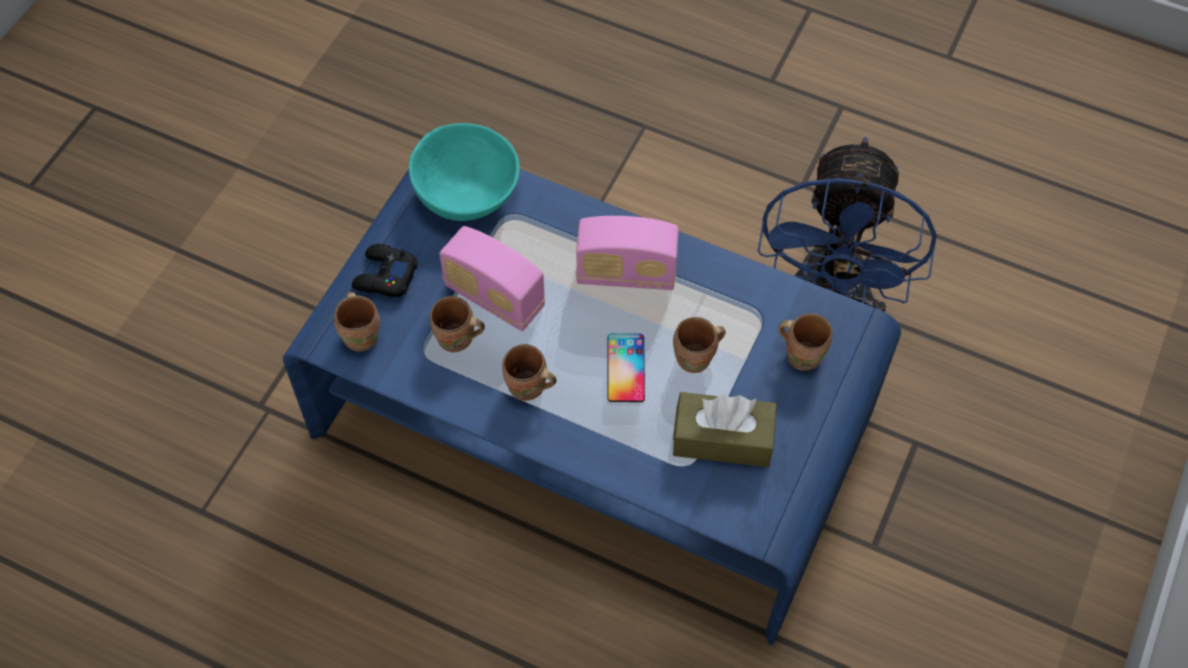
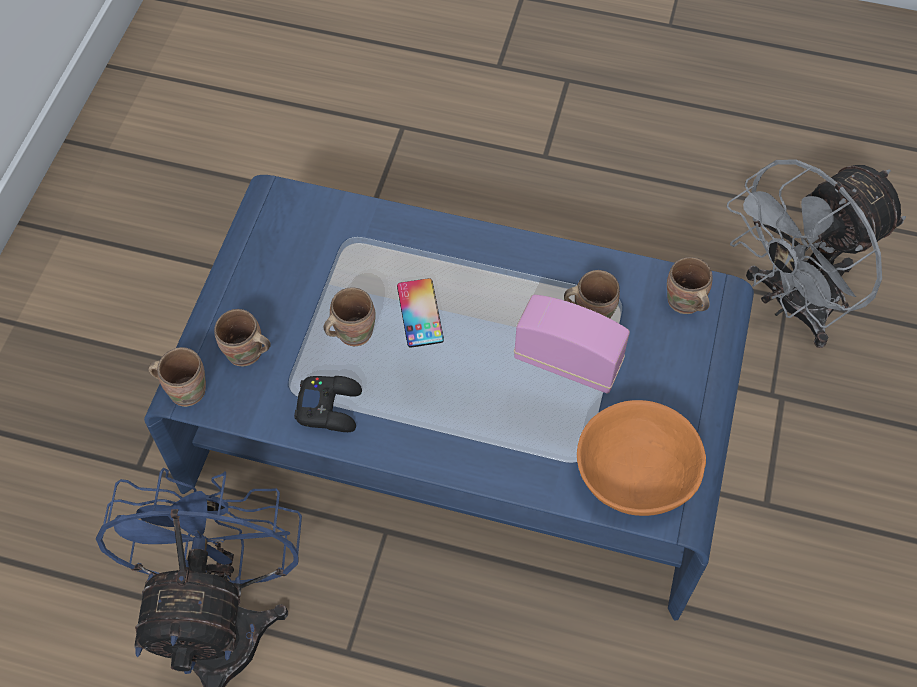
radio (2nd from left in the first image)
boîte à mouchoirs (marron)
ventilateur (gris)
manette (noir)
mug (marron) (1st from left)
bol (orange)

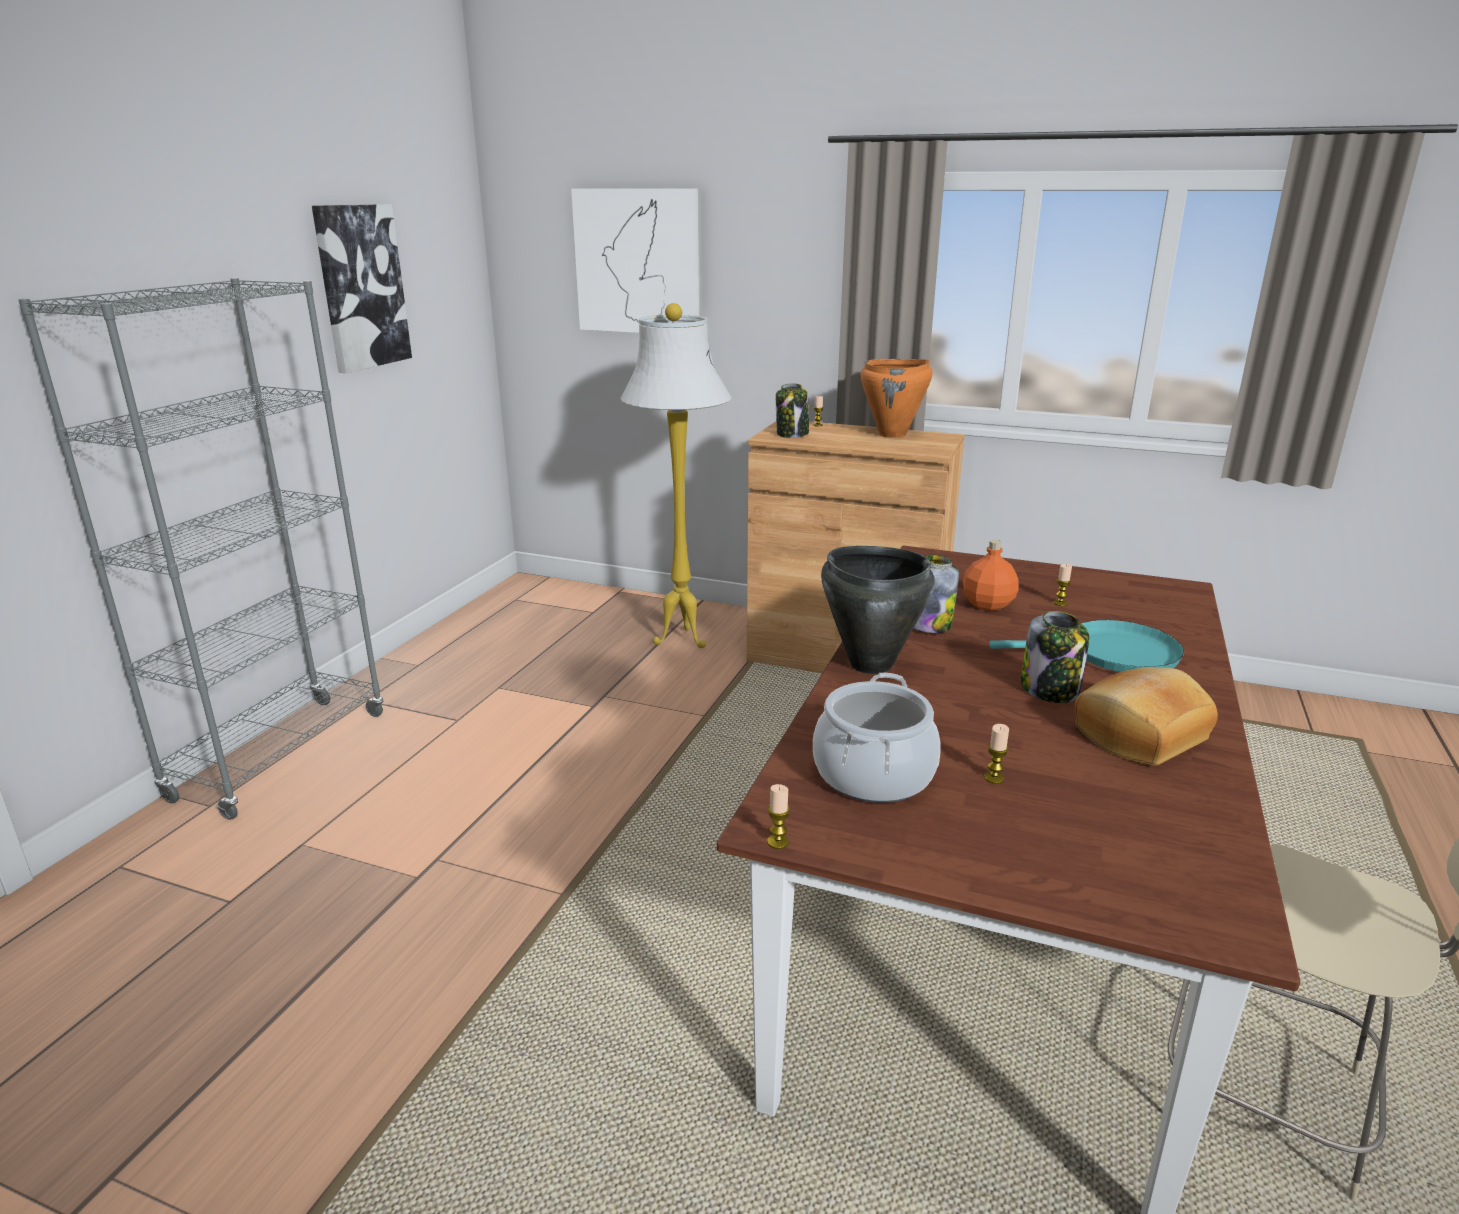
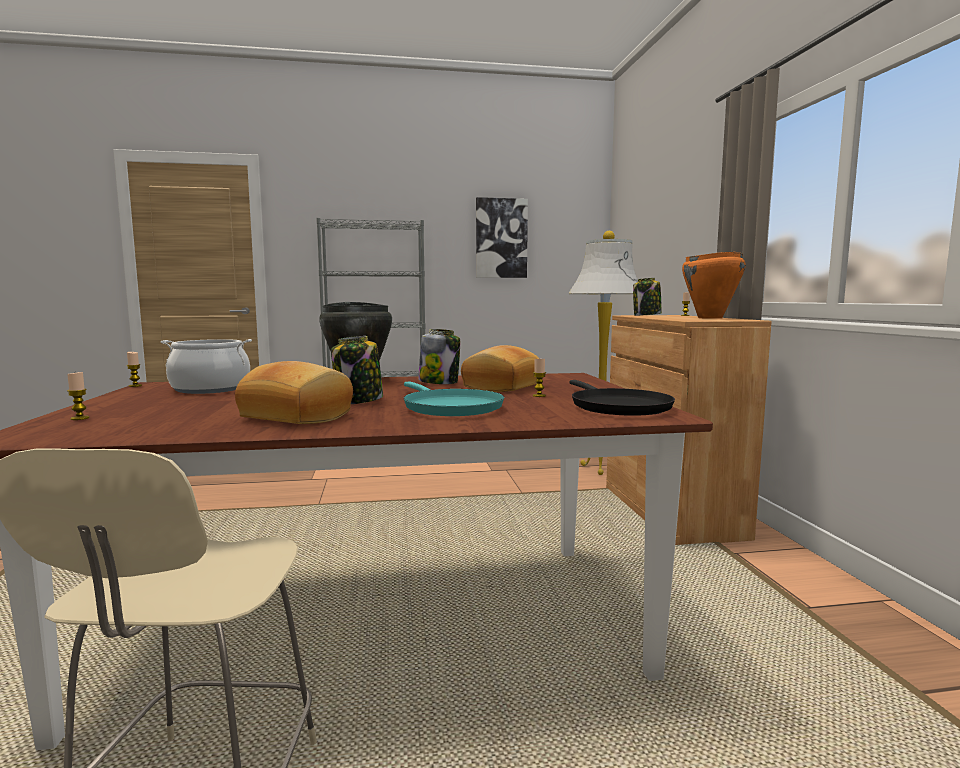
tableau (2nd from left in the first image)
poêle (noir)
bougie (1st from left)
pain (2nd from left)

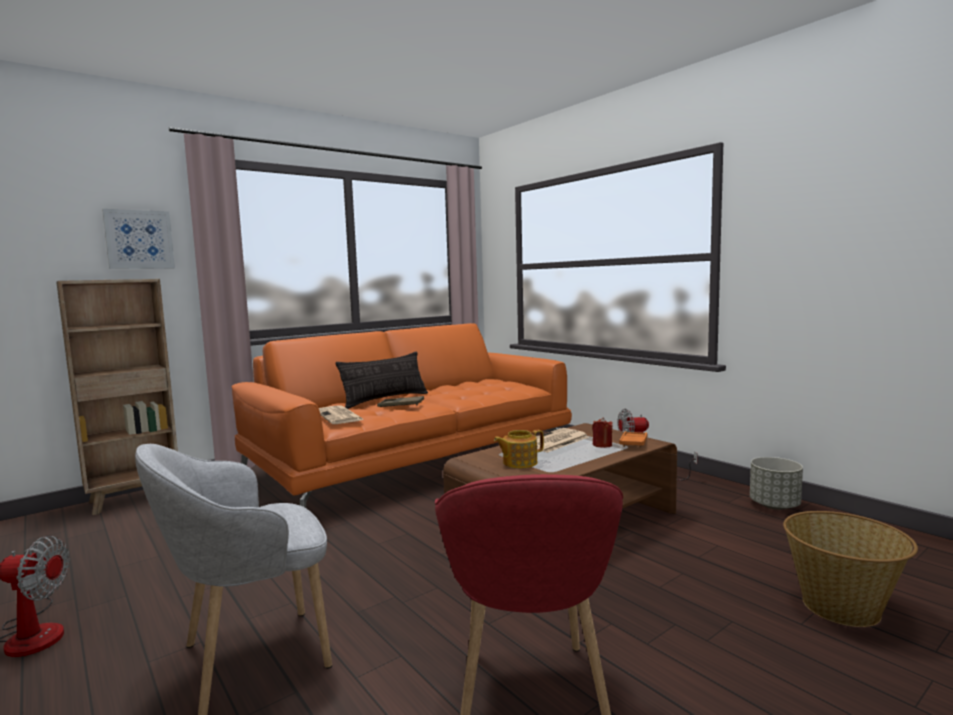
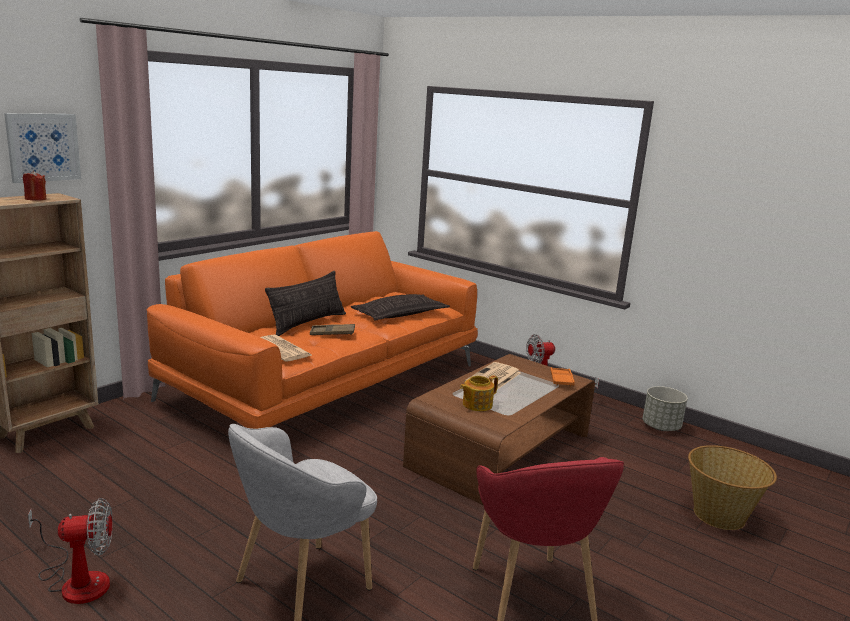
coussin (2nd from left)
bougie (rouge)

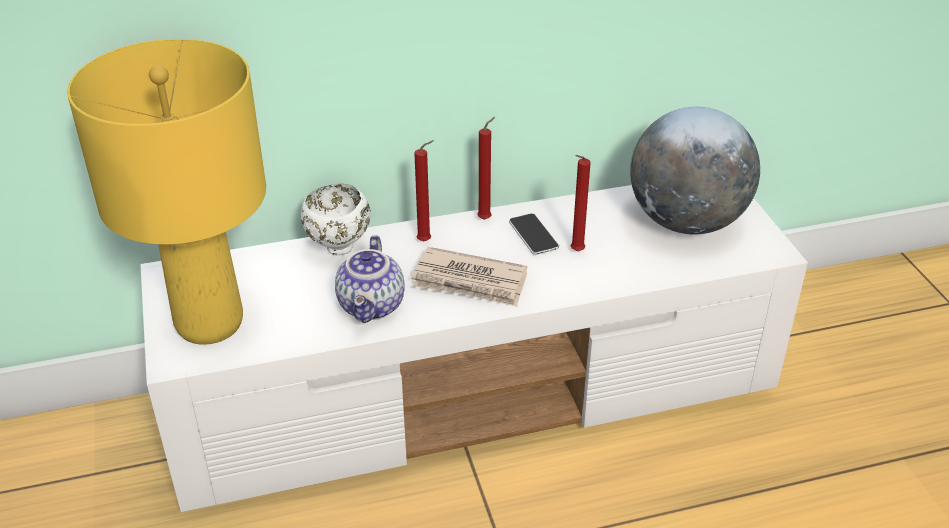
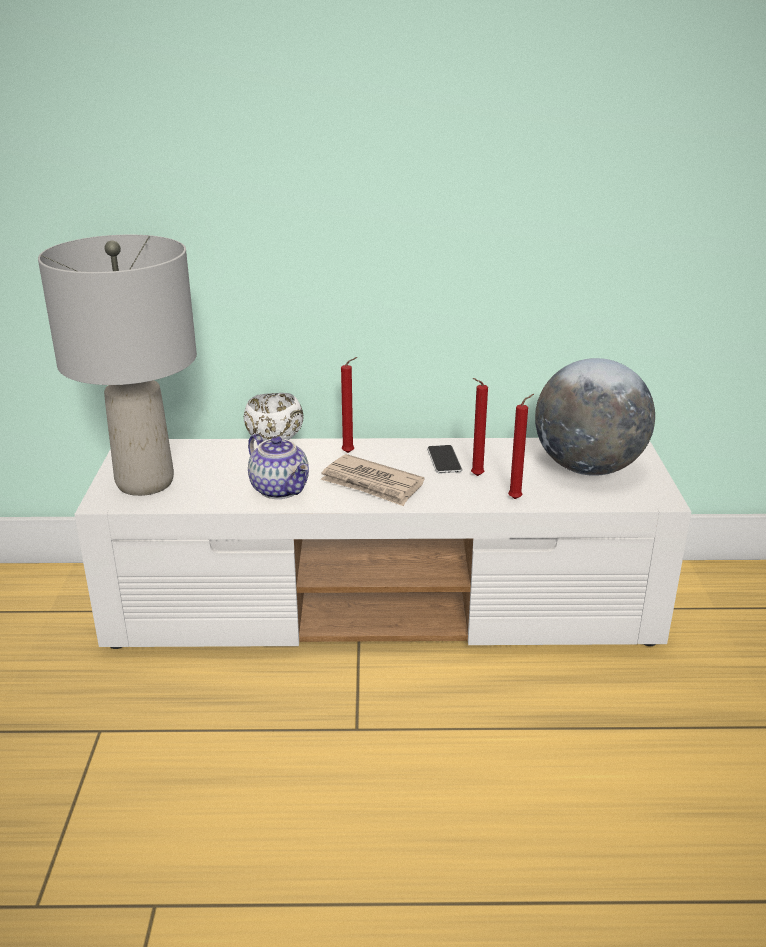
bougie (rouge) (3rd from left)
lampe de table (gris)
théière

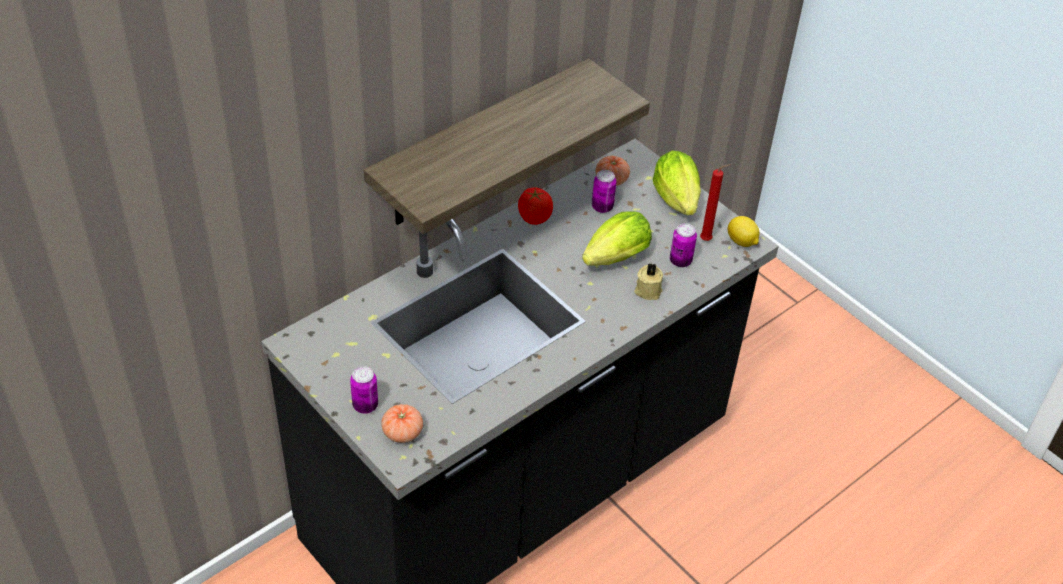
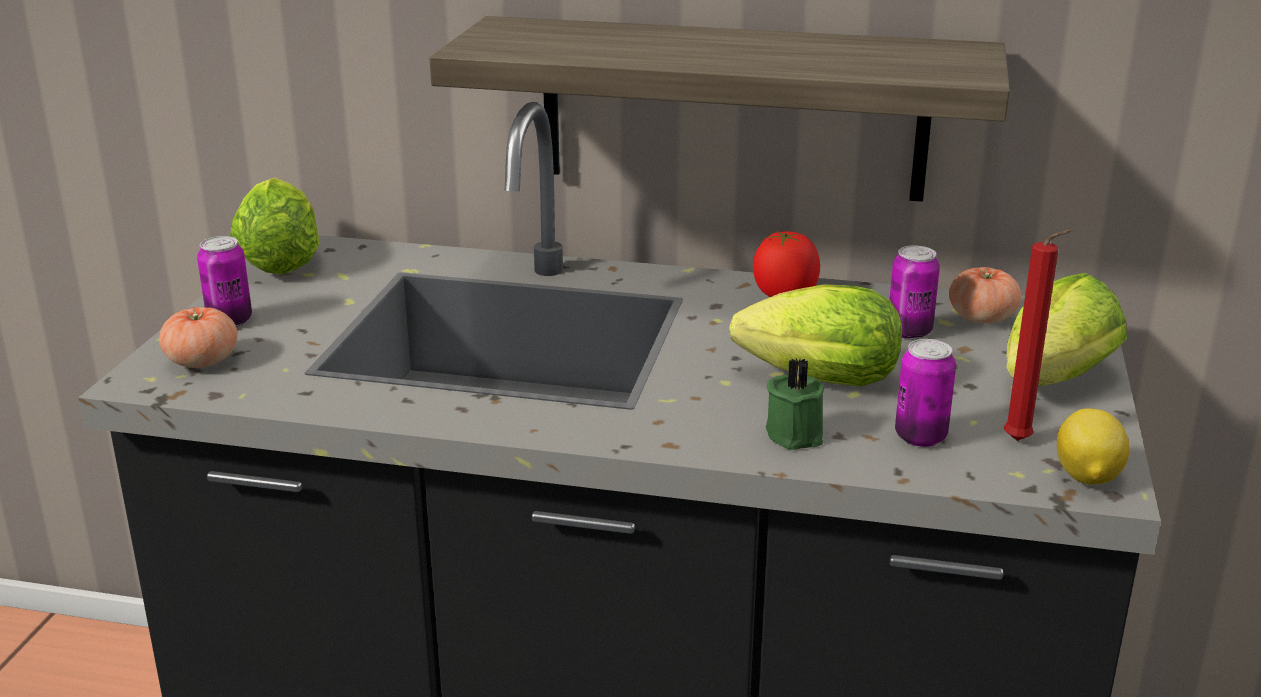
laitue (1st from left)
bougie (vert)

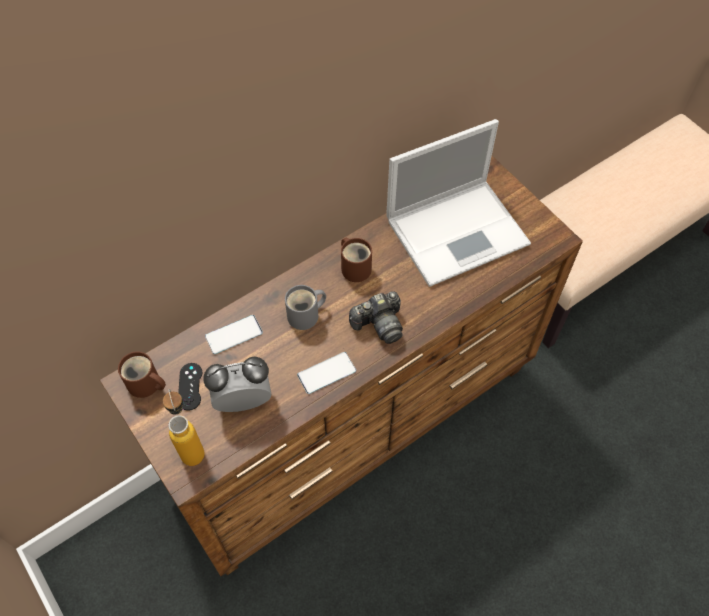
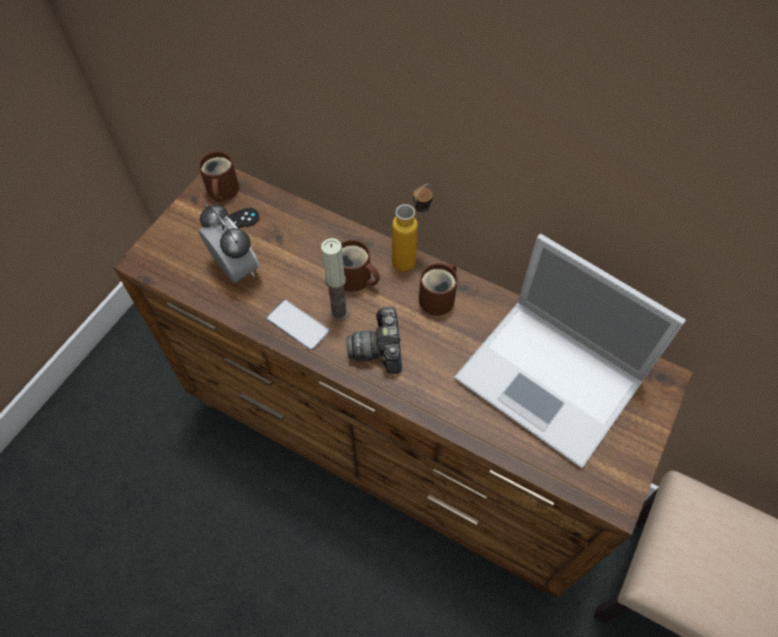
téléphone (1st from left in the first image)
bougie
bouteille
mug (marron) (2nd from left)
appareil photo

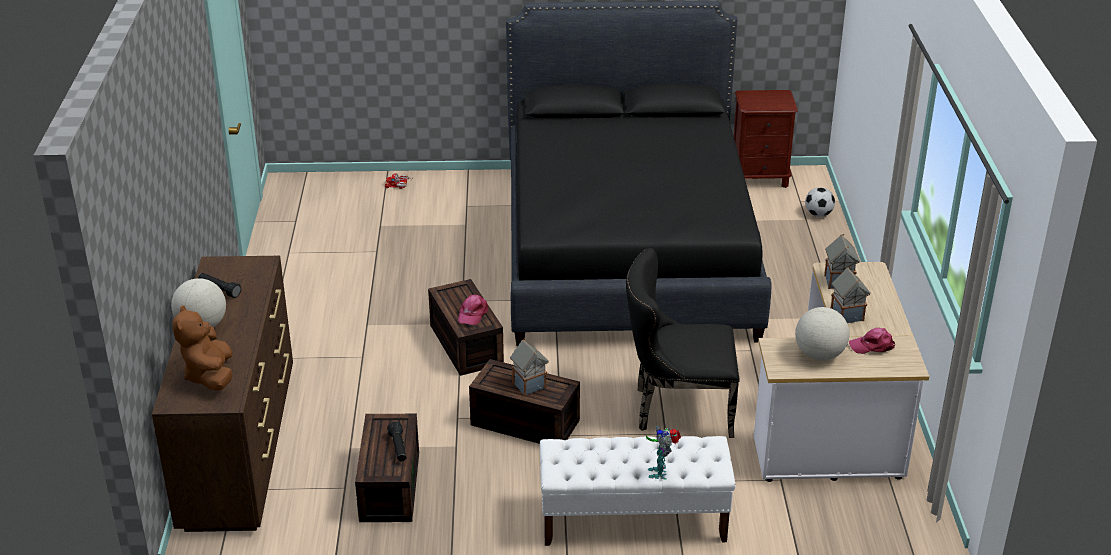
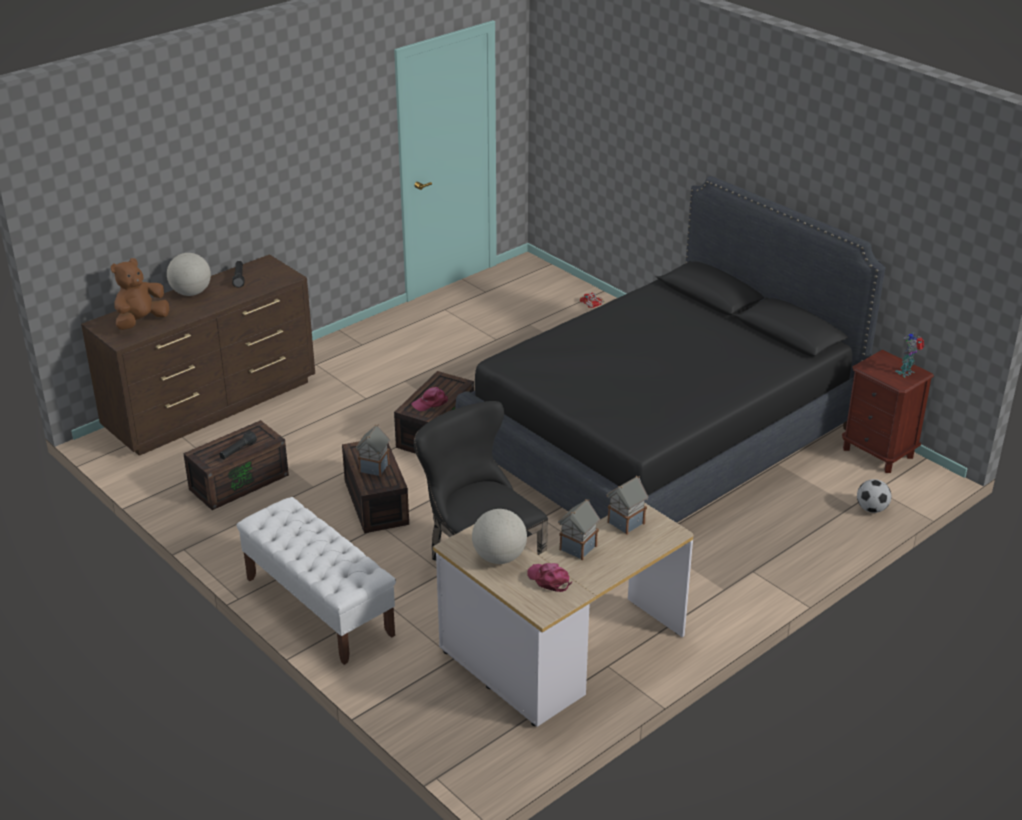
robot jouet

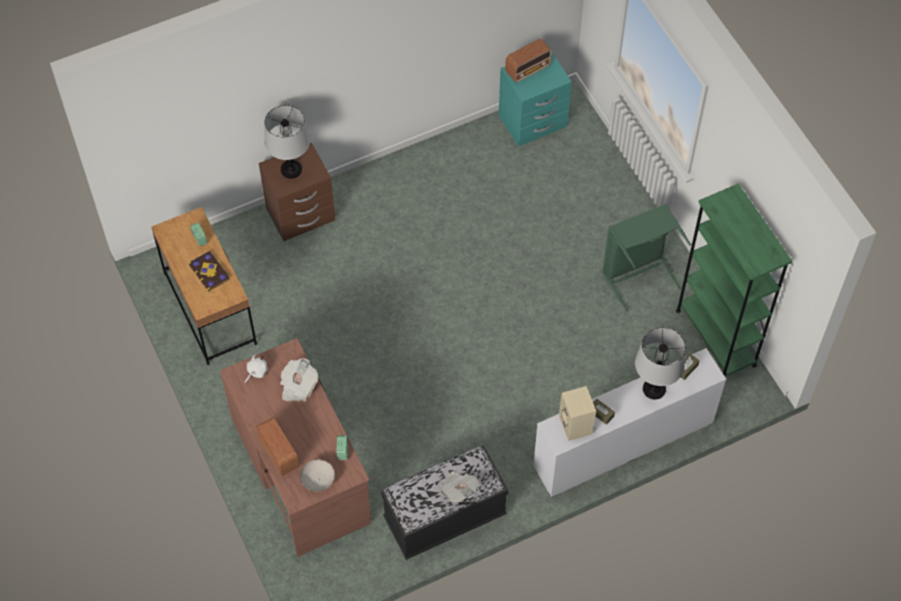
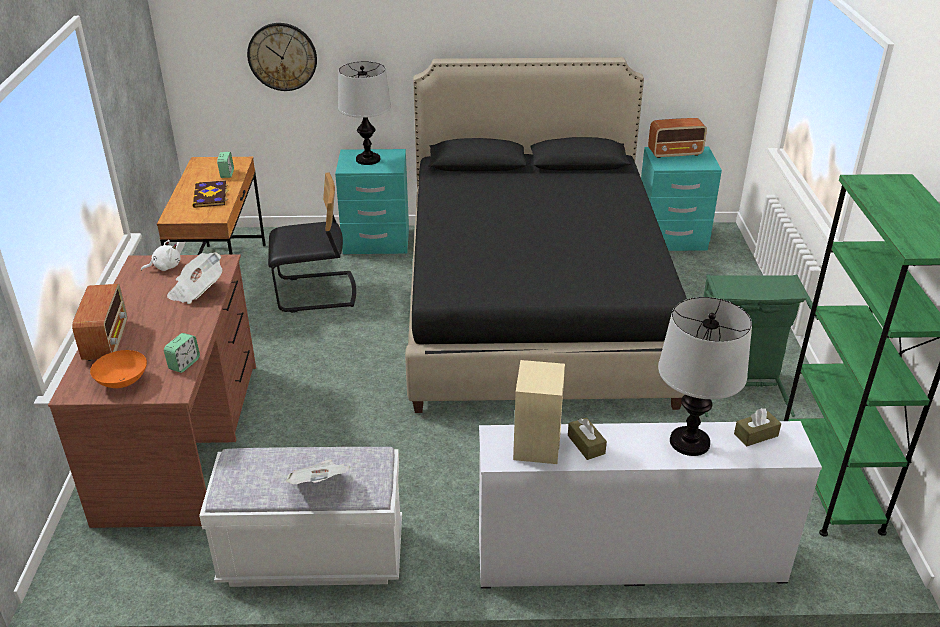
horloge murale
chaise (noir)
lit (noir)
table de chevet (turquoise) (1st from left)
bol (orange)
banc (blanc)

